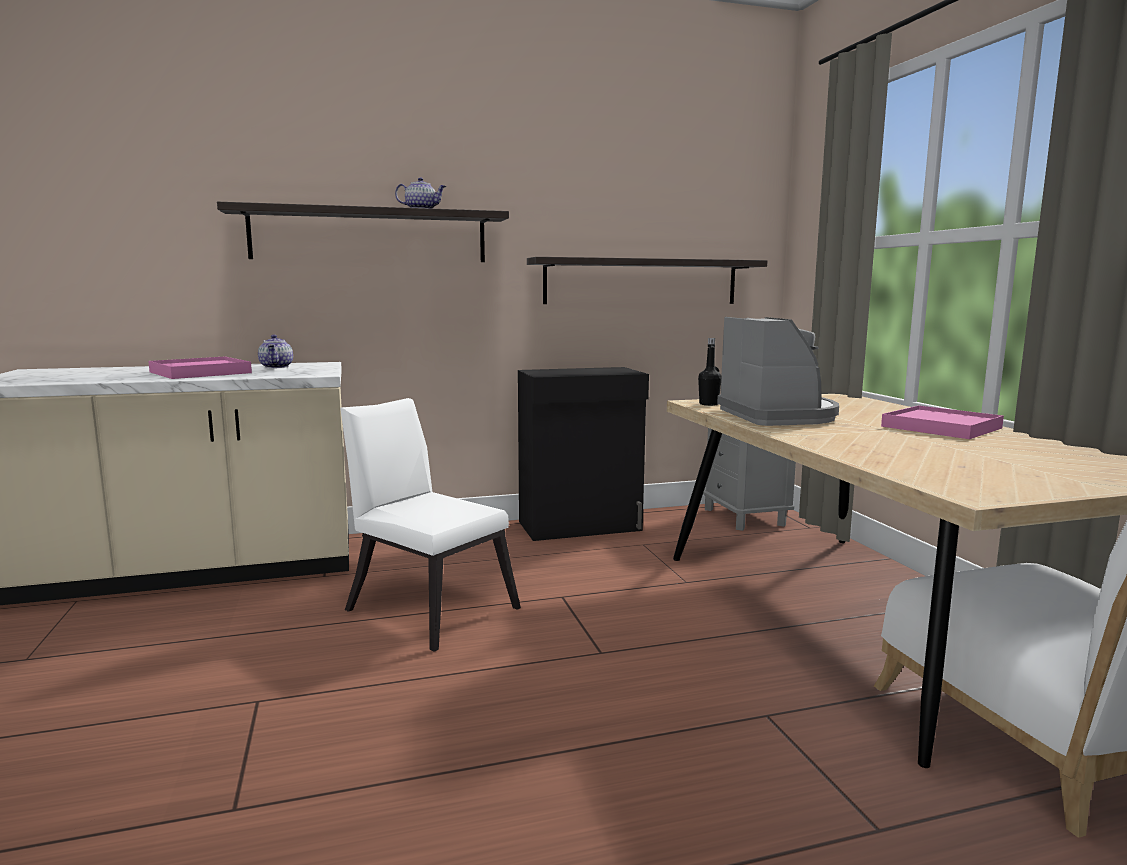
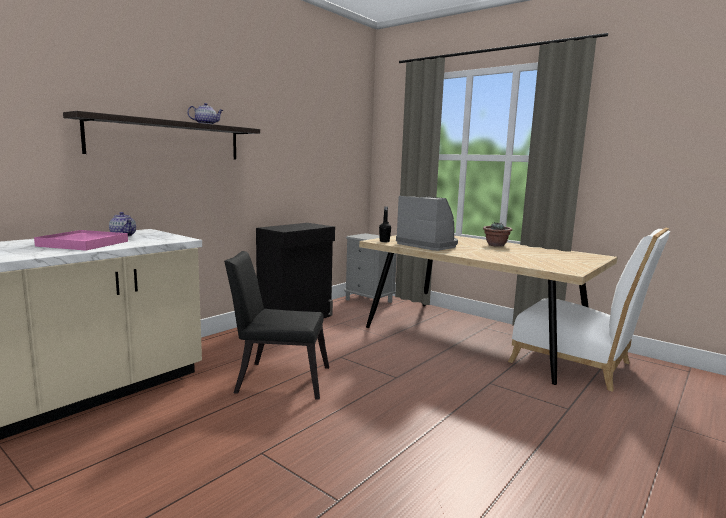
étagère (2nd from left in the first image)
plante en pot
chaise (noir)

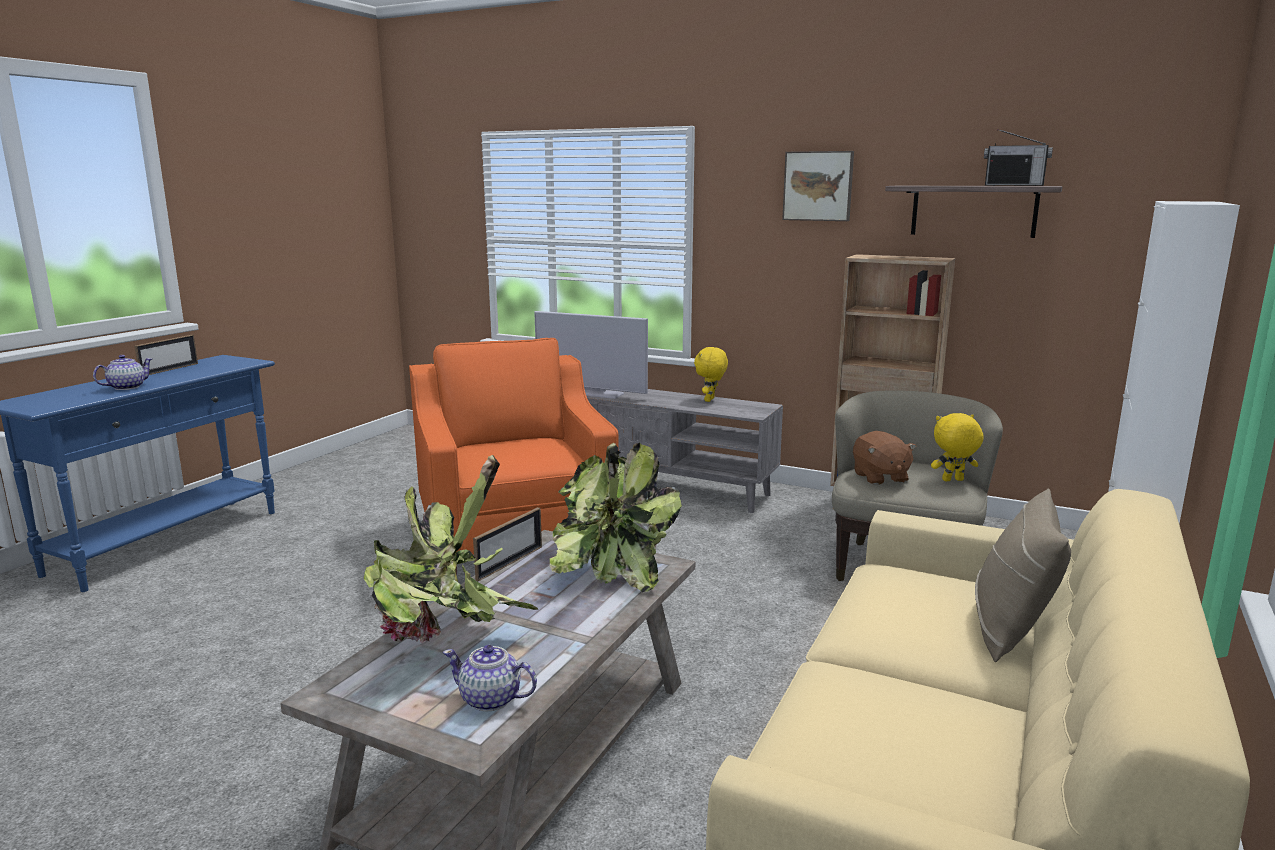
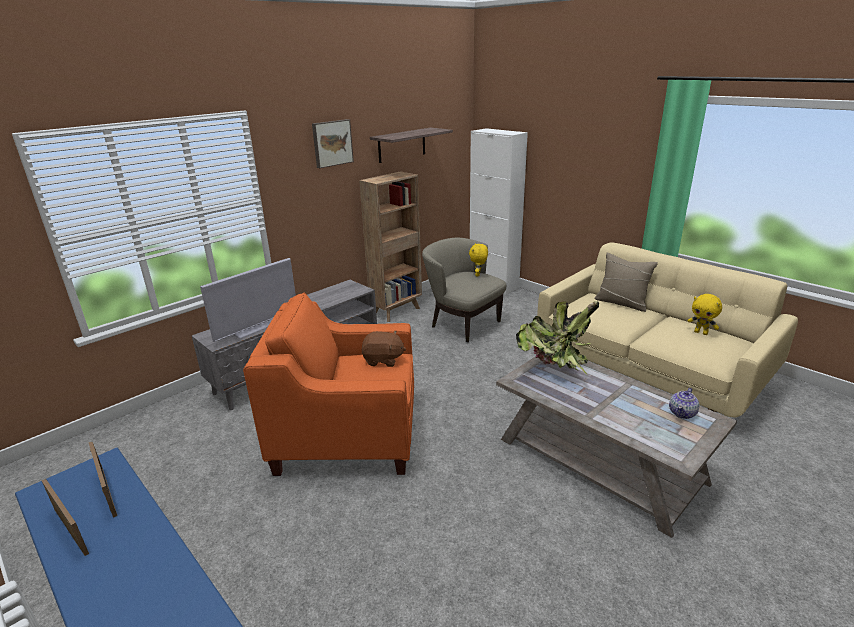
théière (1st from left in the first image)
plante en pot (1st from left in the first image)
radio
cadre photo (2nd from left)
peluche (jaune) (2nd from left)
peluche (marron)

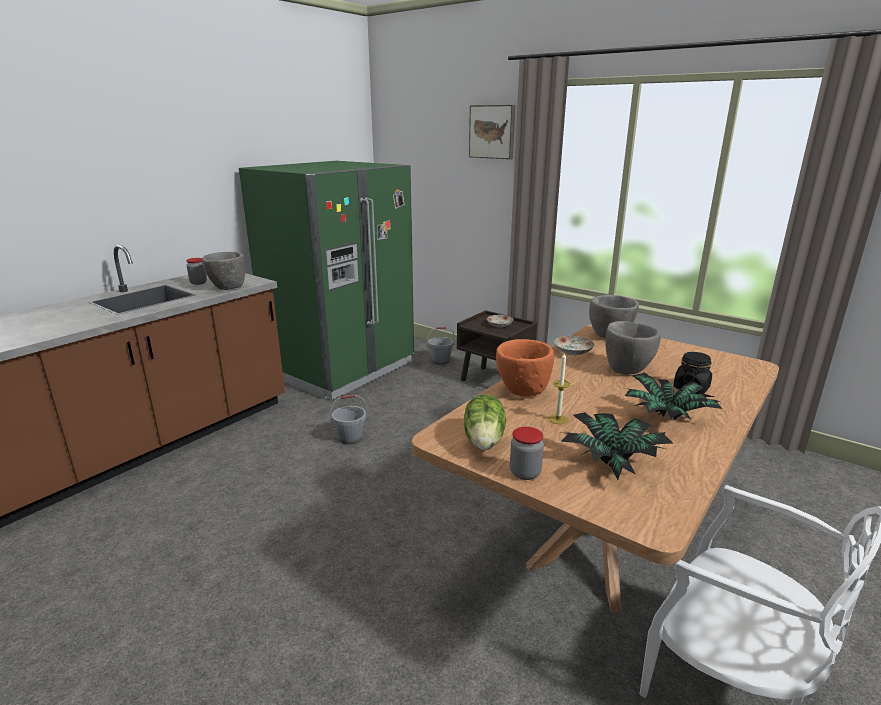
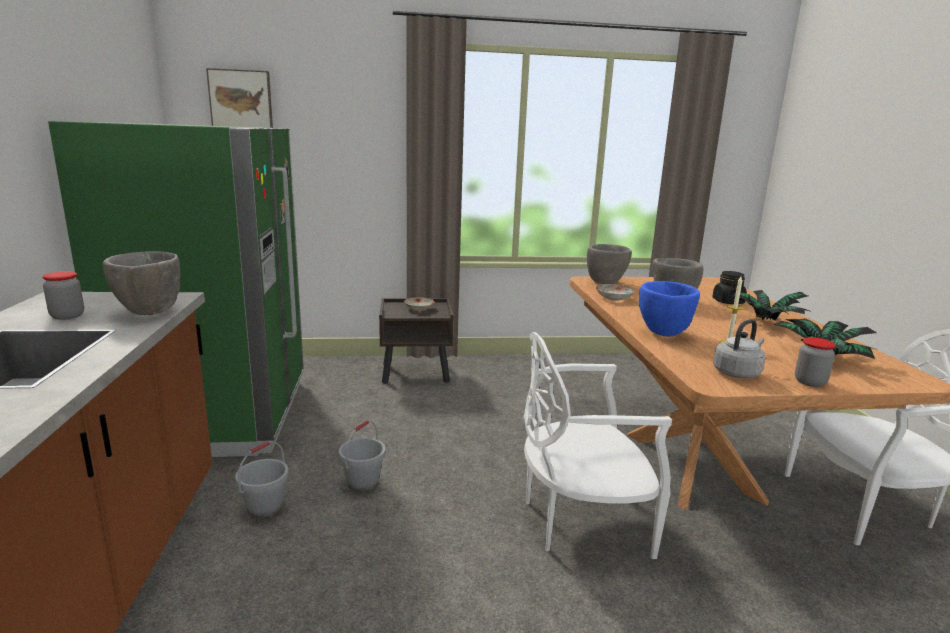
chaise (blanc) (1st from left)
seau (gris) (1st from left)
tableau
bouilloire (gris)
bol (bleu)

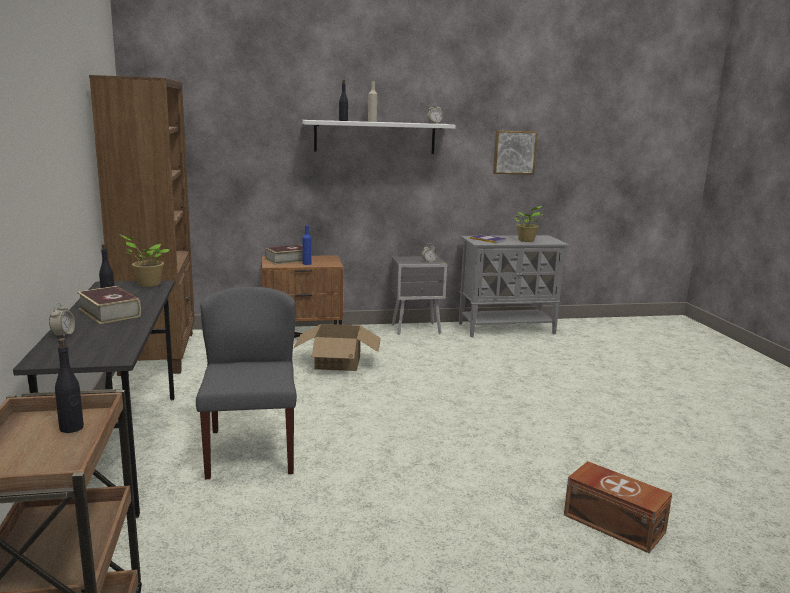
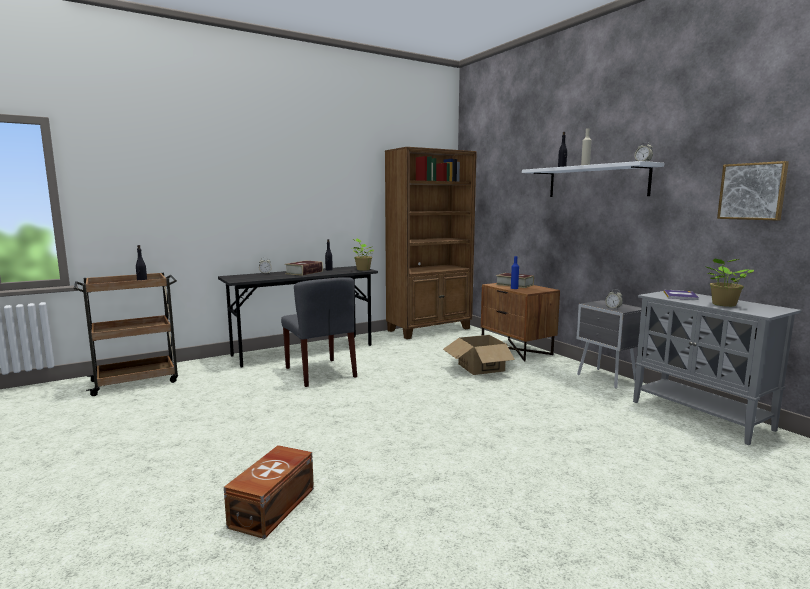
chaise (gris)

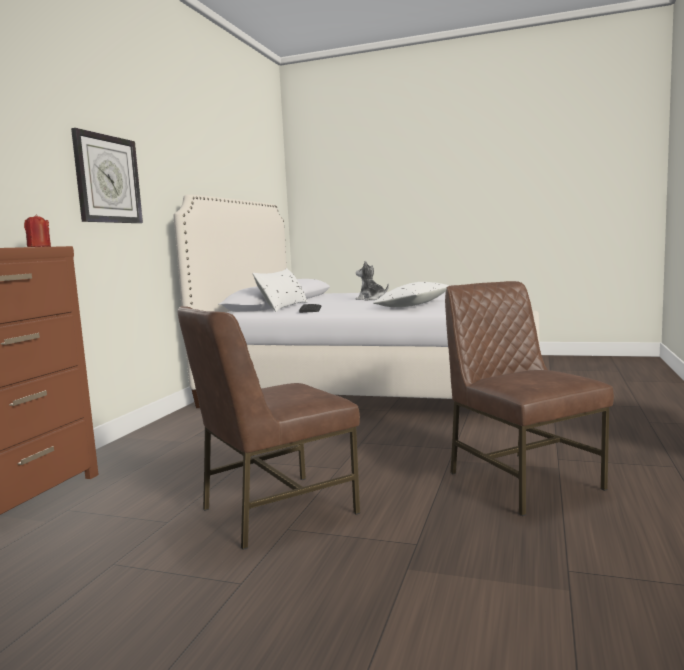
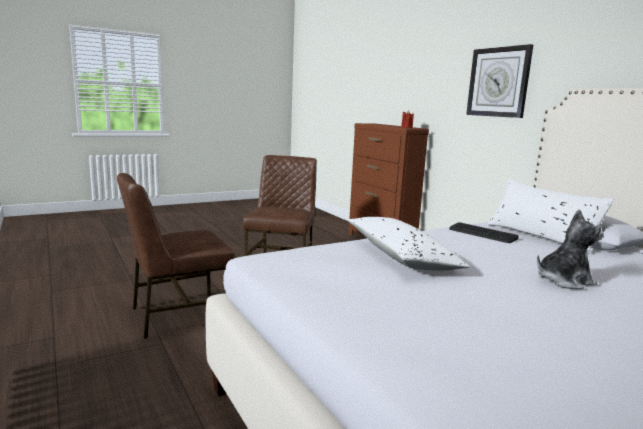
chaise (marron) (1st from left)

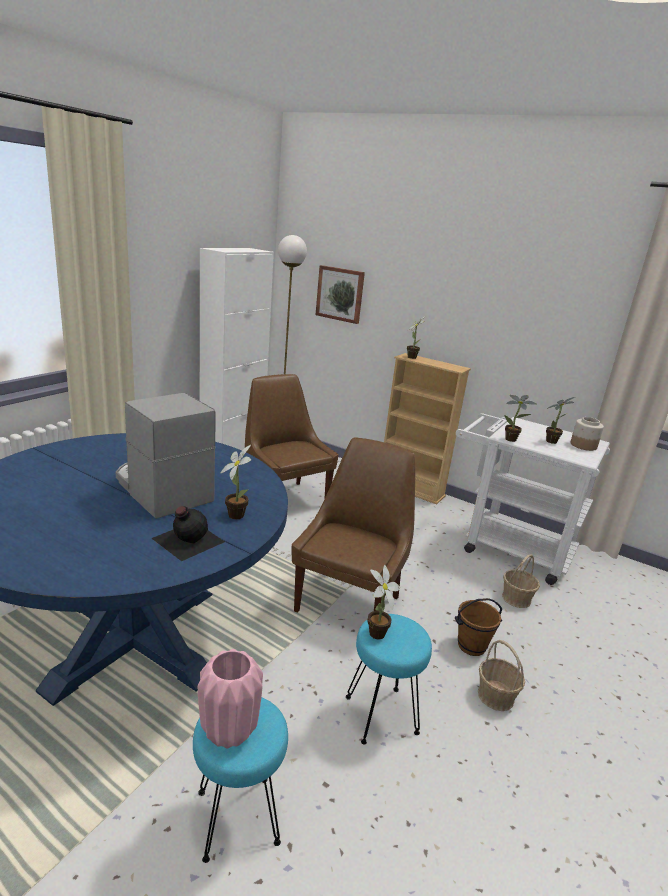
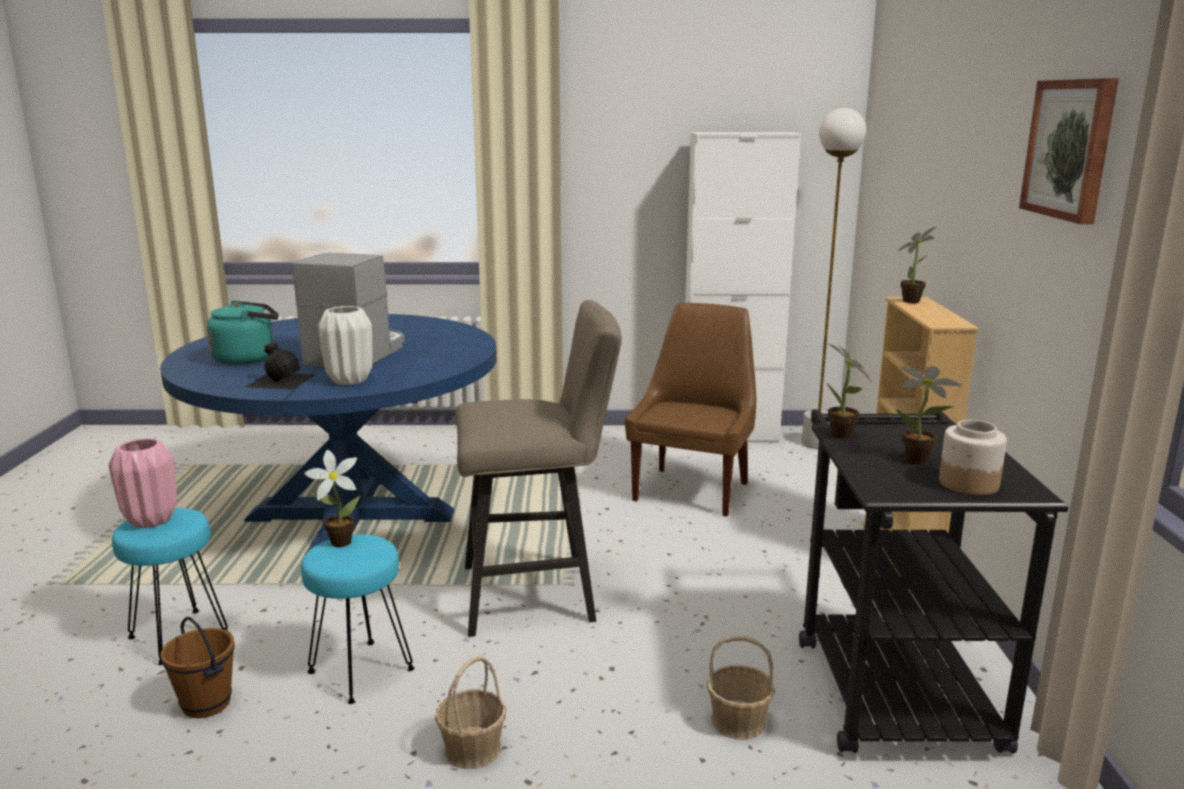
bouilloire (turquoise)
tableau
seau (marron)
vase (blanc)
tabouret (beige)
chariot (noir)

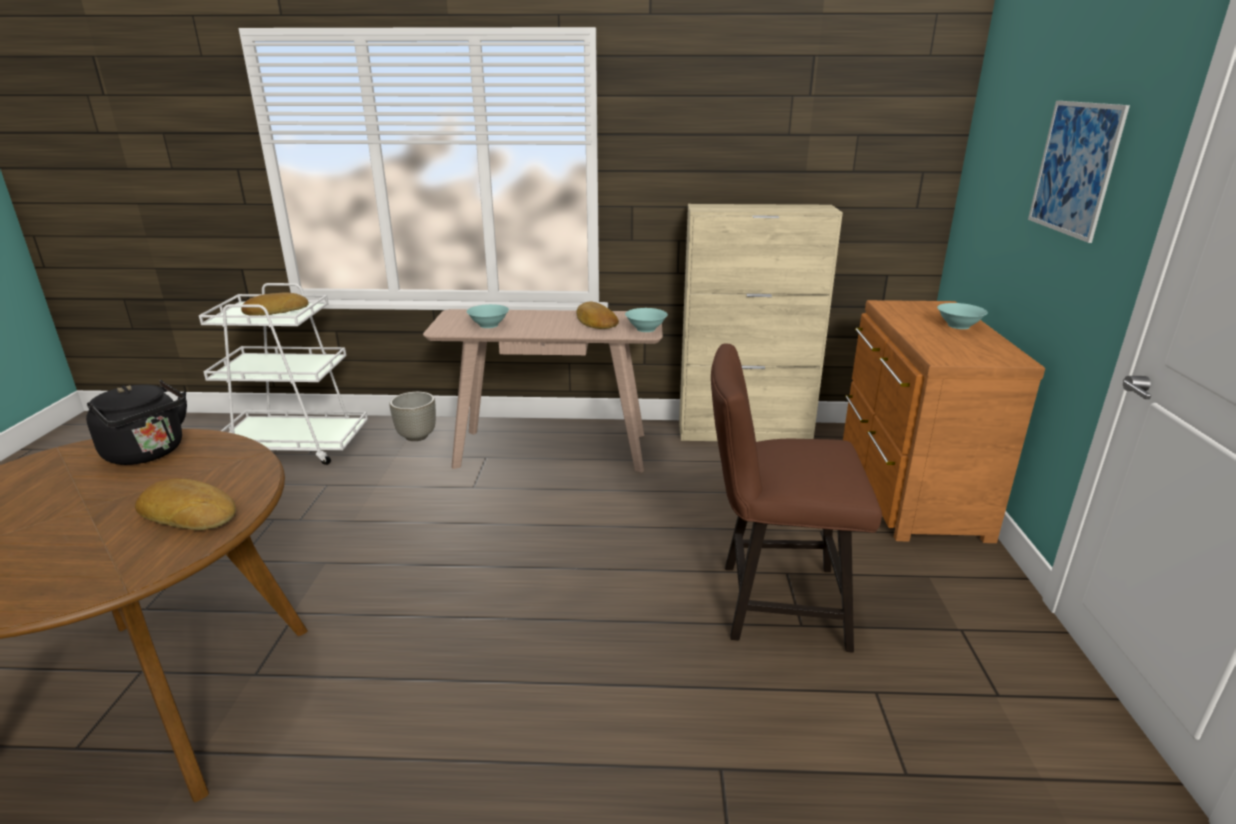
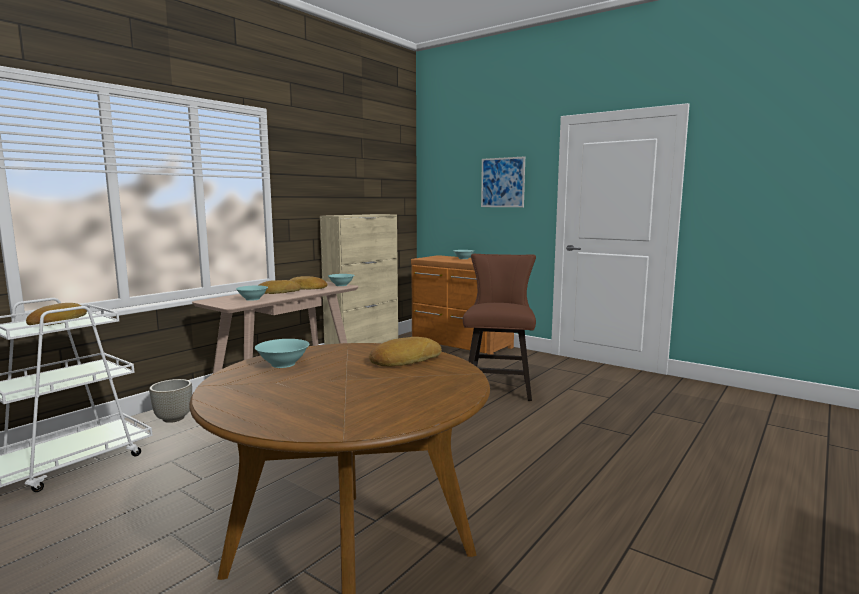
pain (2nd from left)
bol (turquoise) (2nd from left)
chaise (marron)

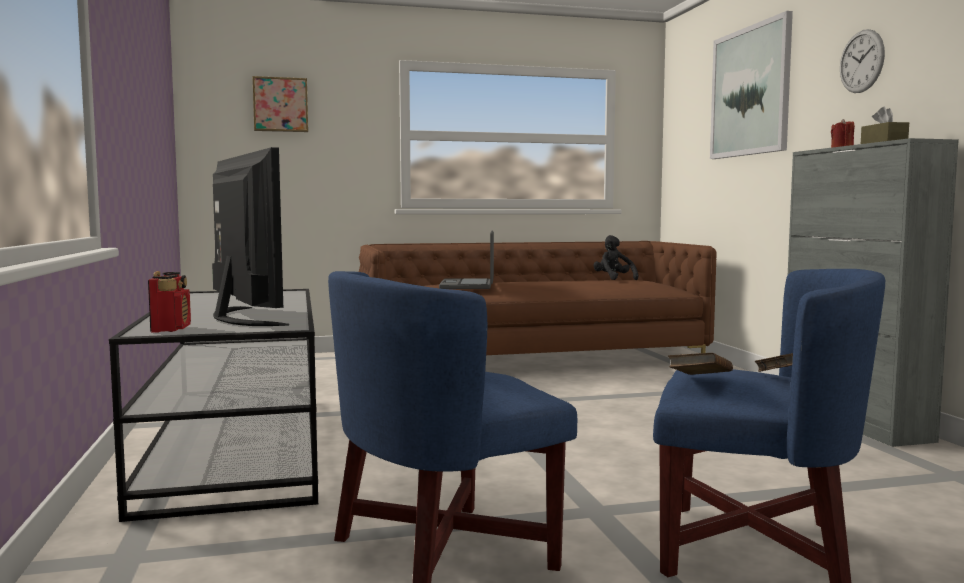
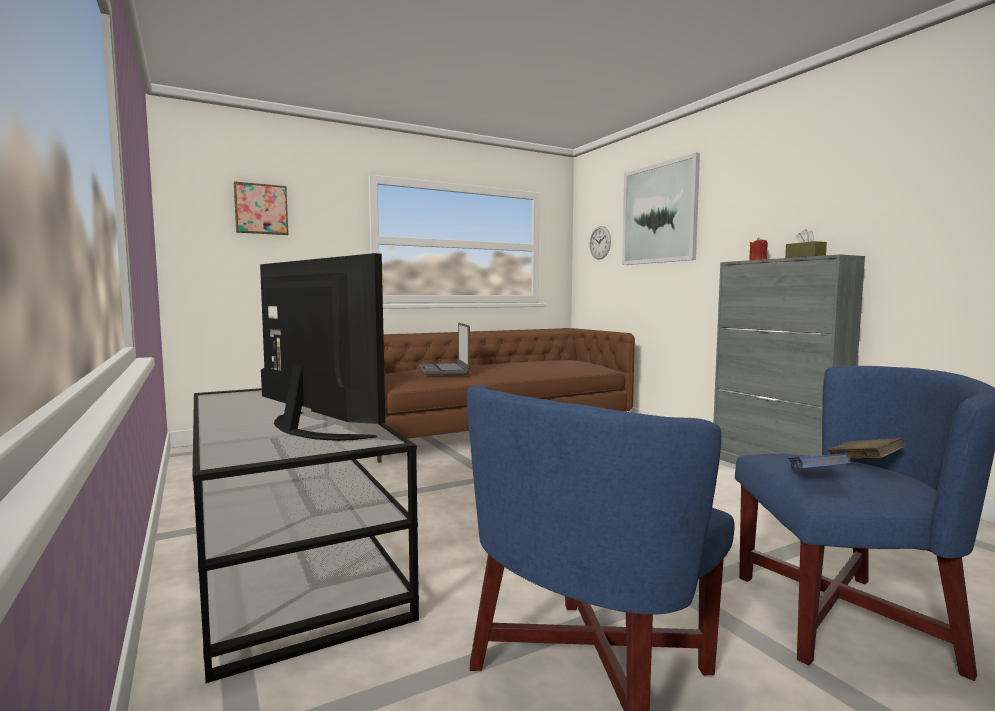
radio
peluche (noir)
horloge murale
livre (bleu)

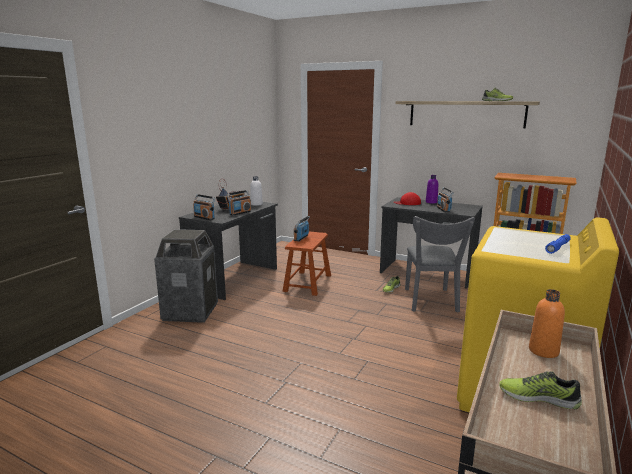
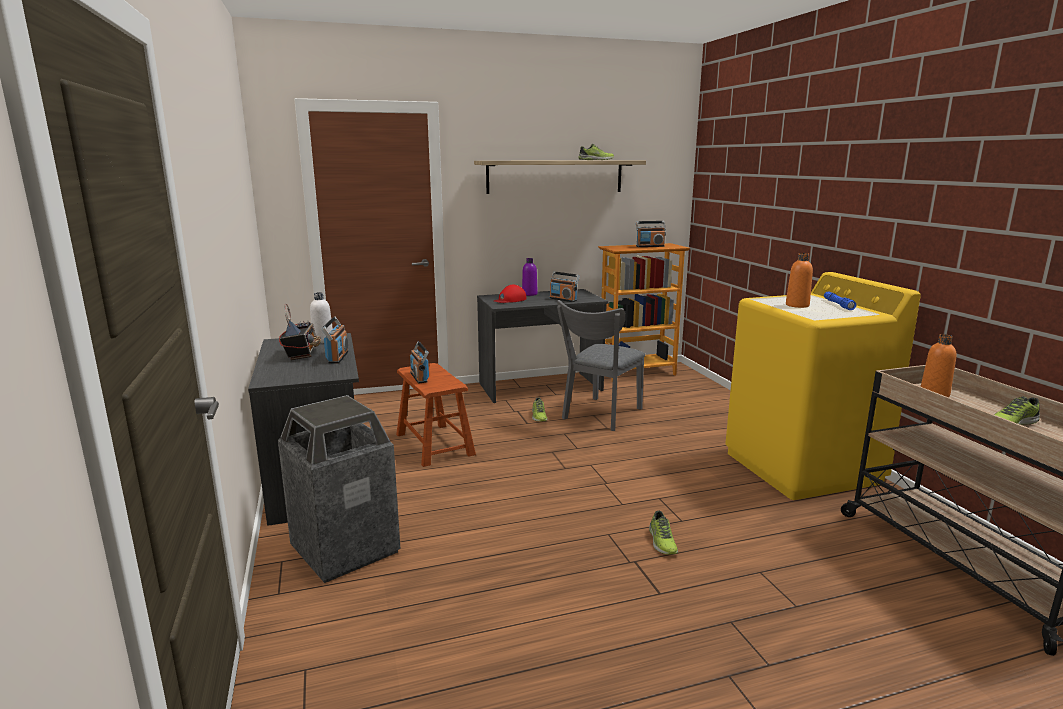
chaussure (3rd from left)
bouteille (orange) (1st from left)
radio (5th from left)
chaise (gris)

